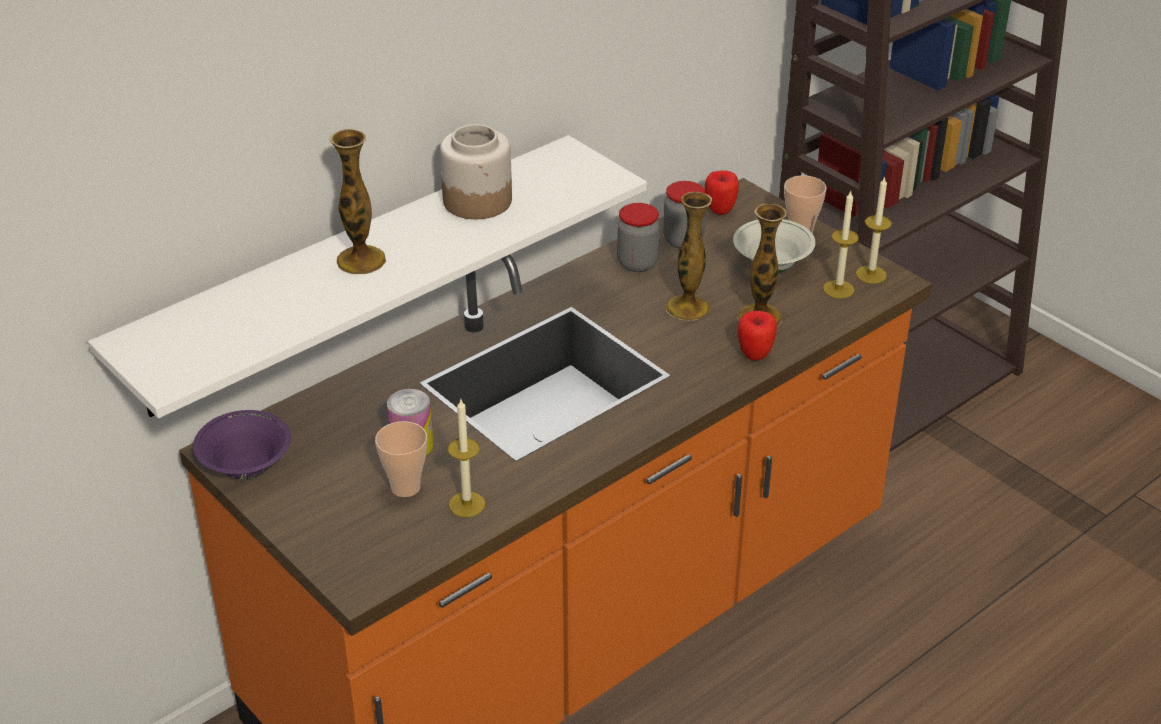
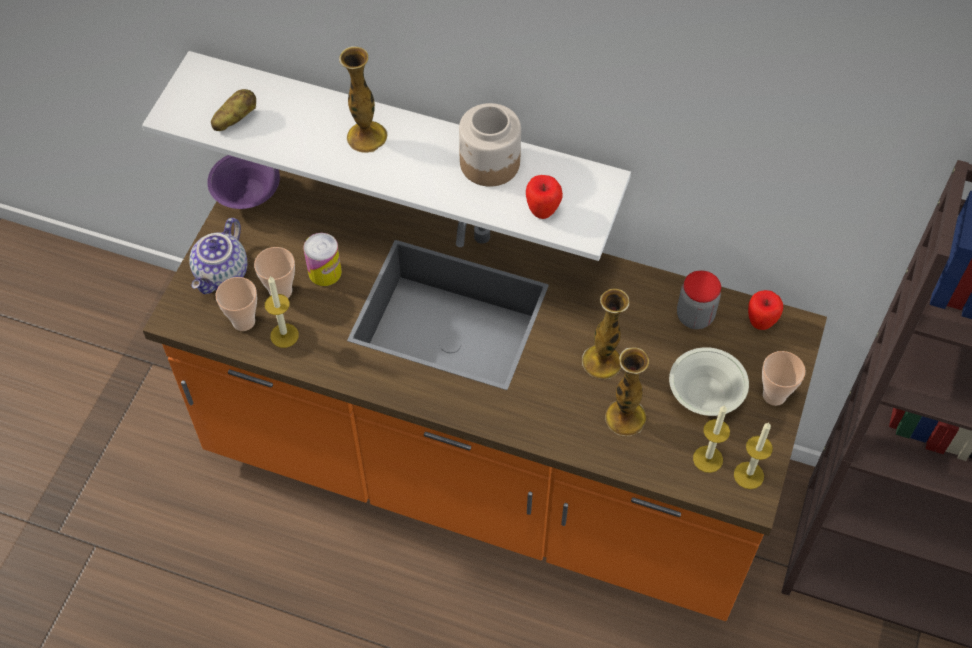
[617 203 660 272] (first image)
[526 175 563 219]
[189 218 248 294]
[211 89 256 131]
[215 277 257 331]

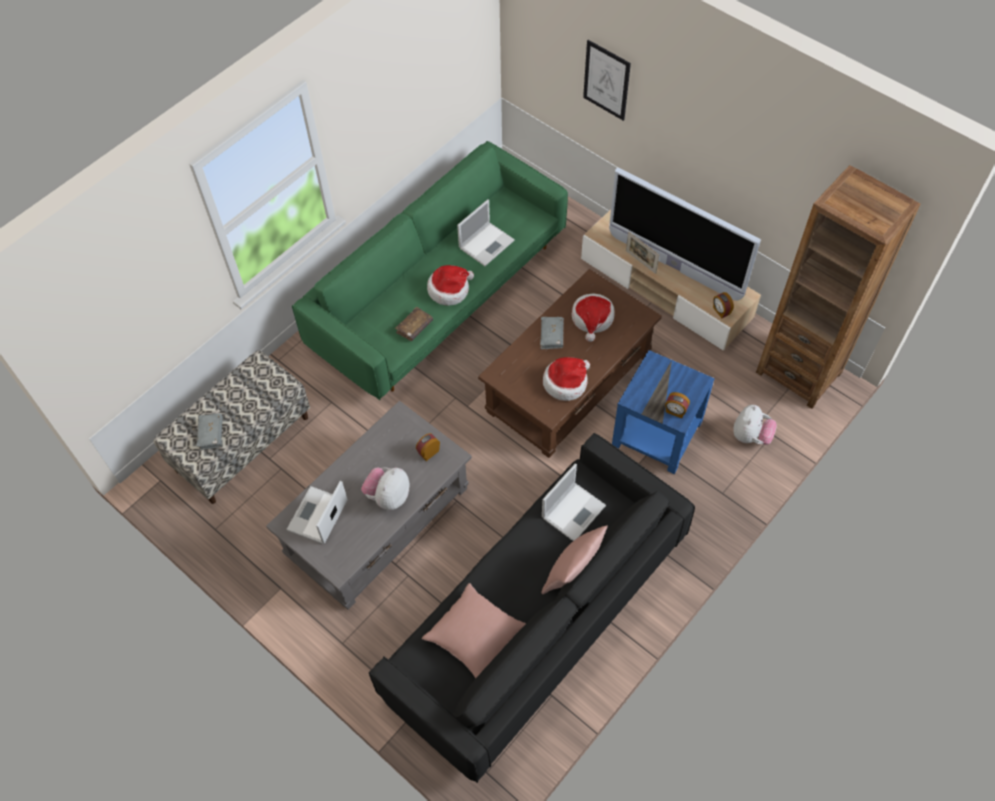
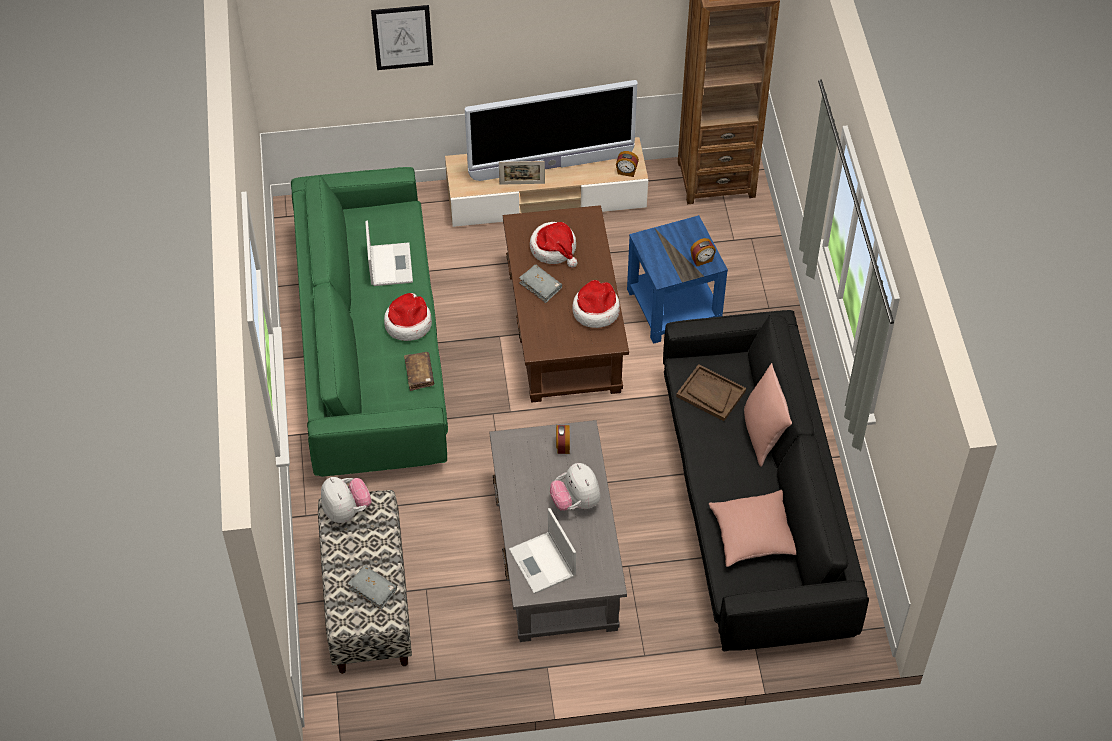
[676 364 746 421]
[321 477 372 523]

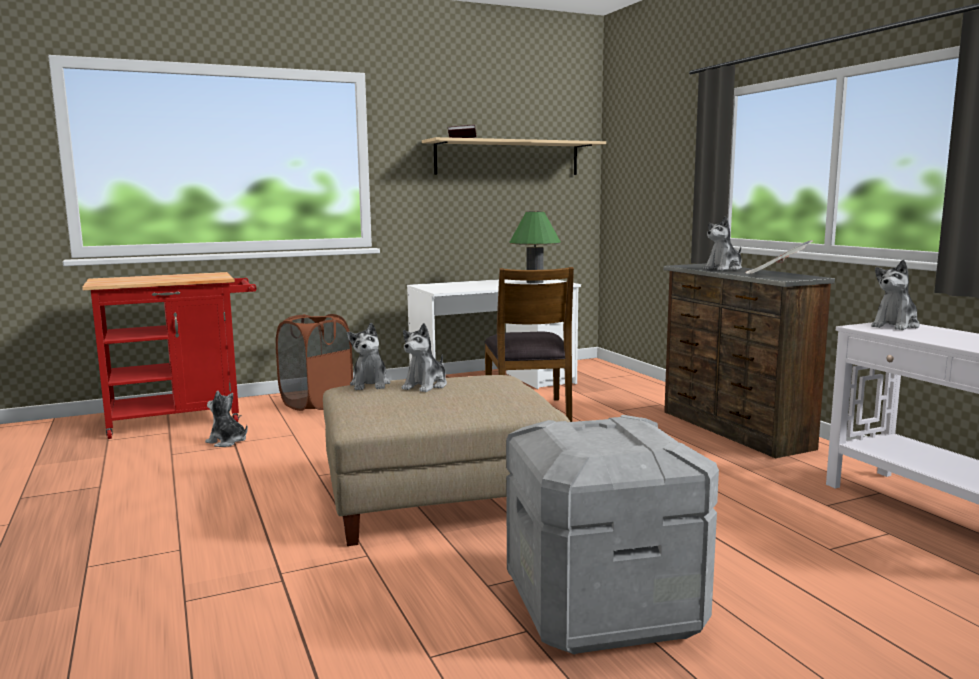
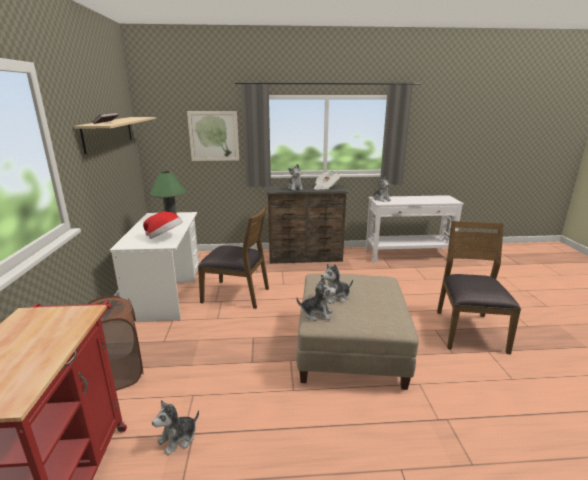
[321 264 353 304]
[437 221 521 354]
[143 212 183 239]
[187 111 239 161]

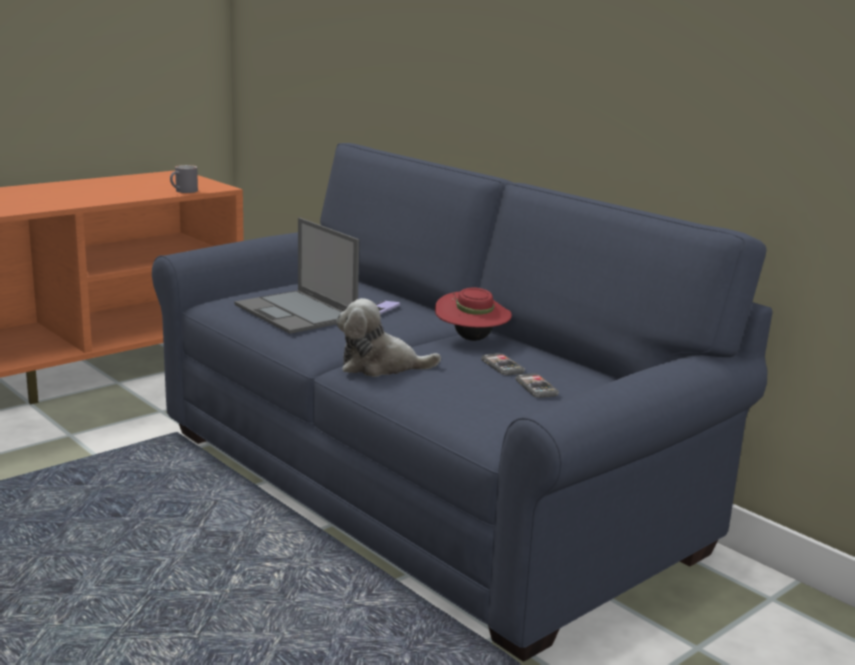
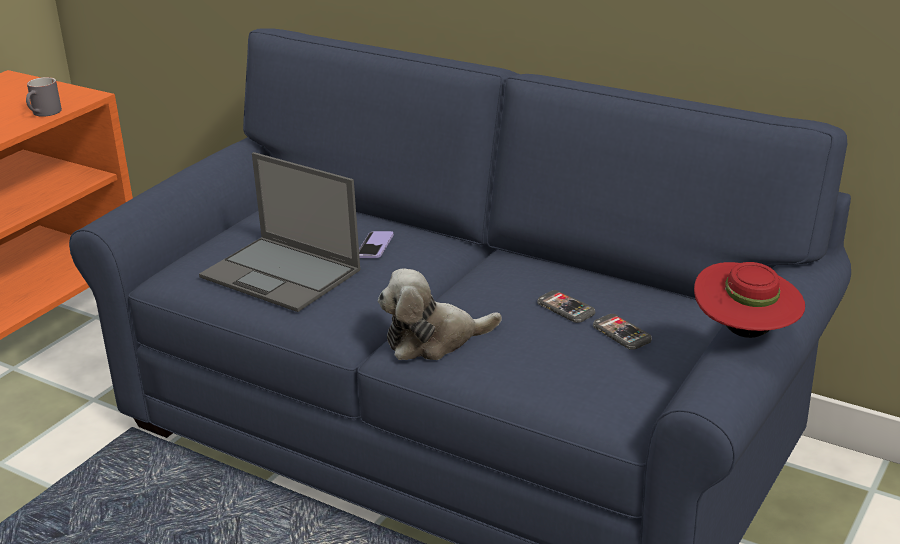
[694 262 805 338]

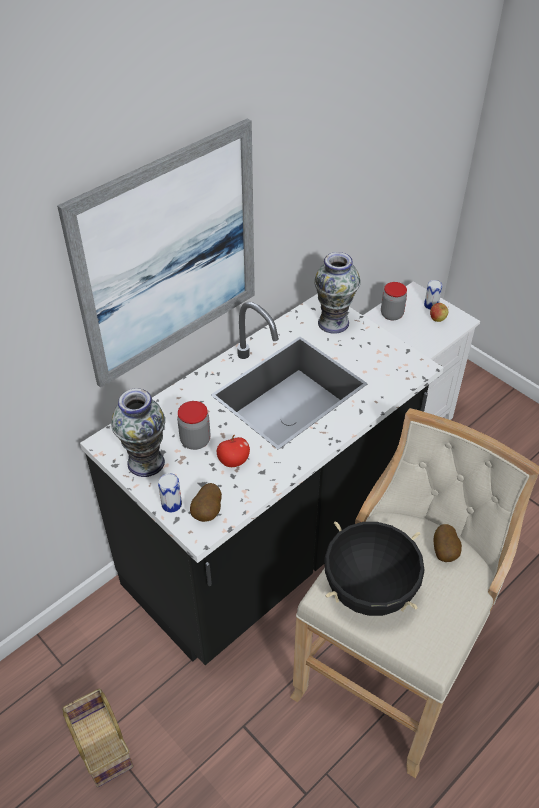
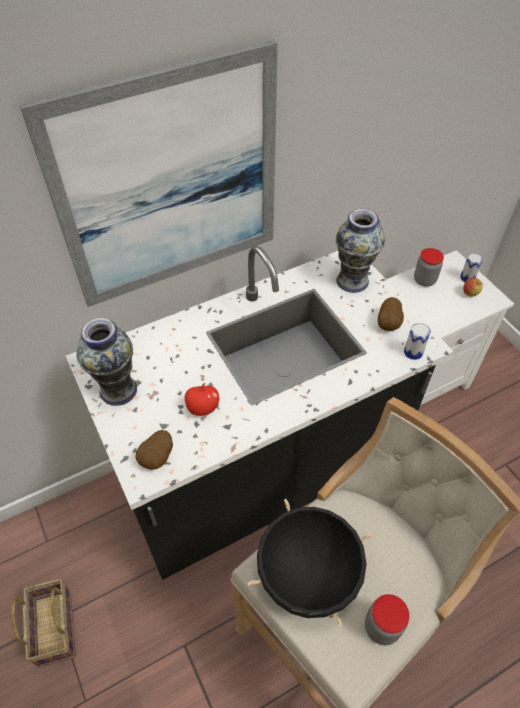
[404 323 431 360]
[365 594 409 645]
[378 297 404 331]

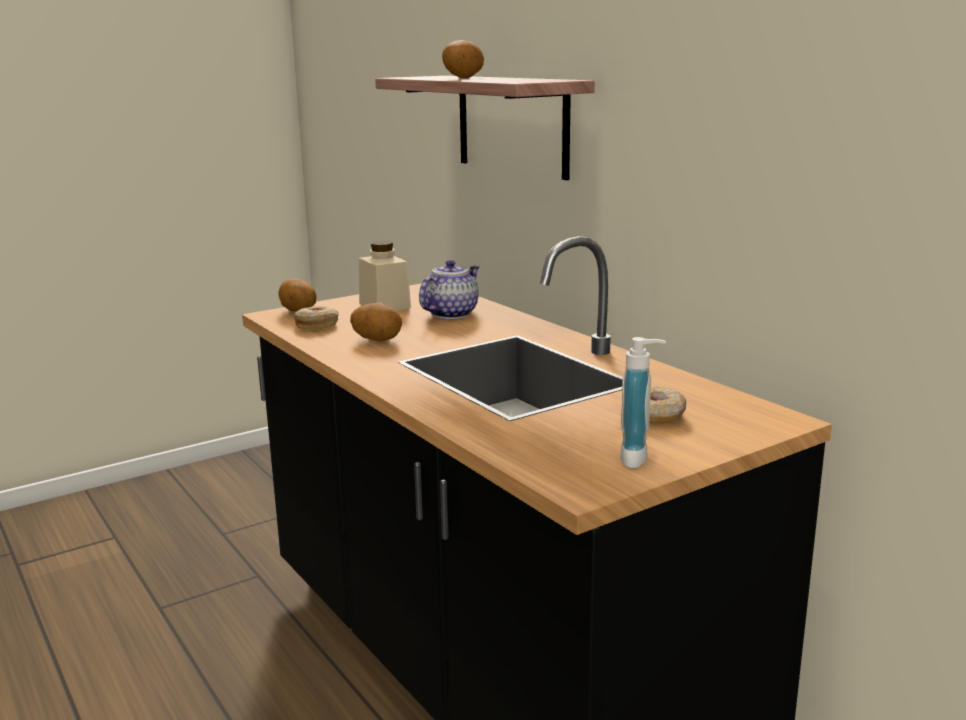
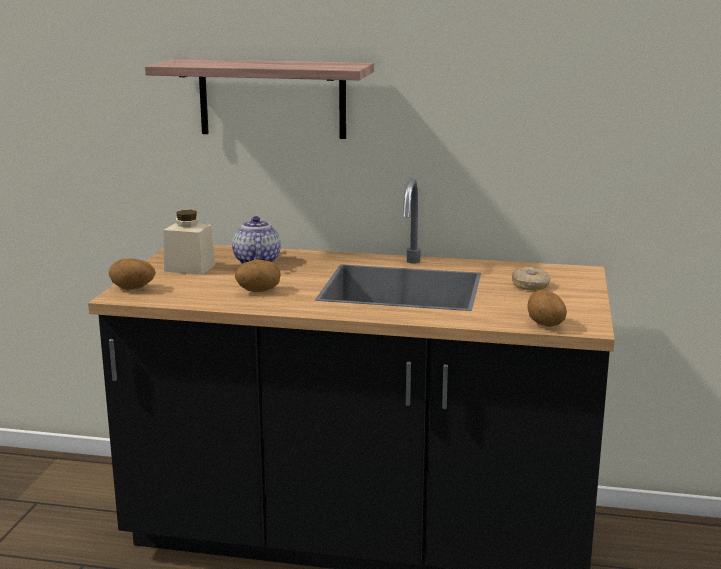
[294 306 339 330] (first image)
[527 290 567 327]
[620 337 666 468] (first image)

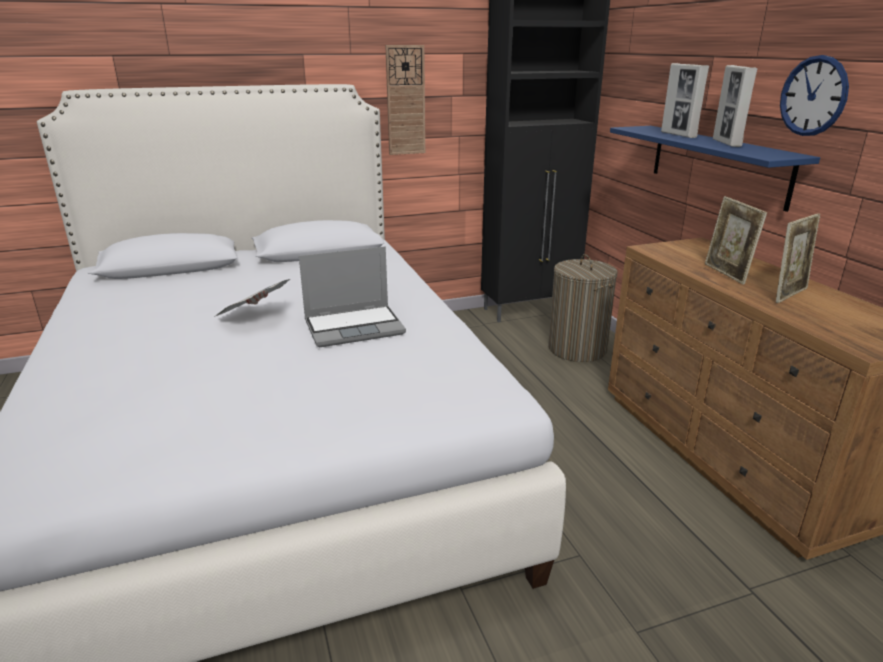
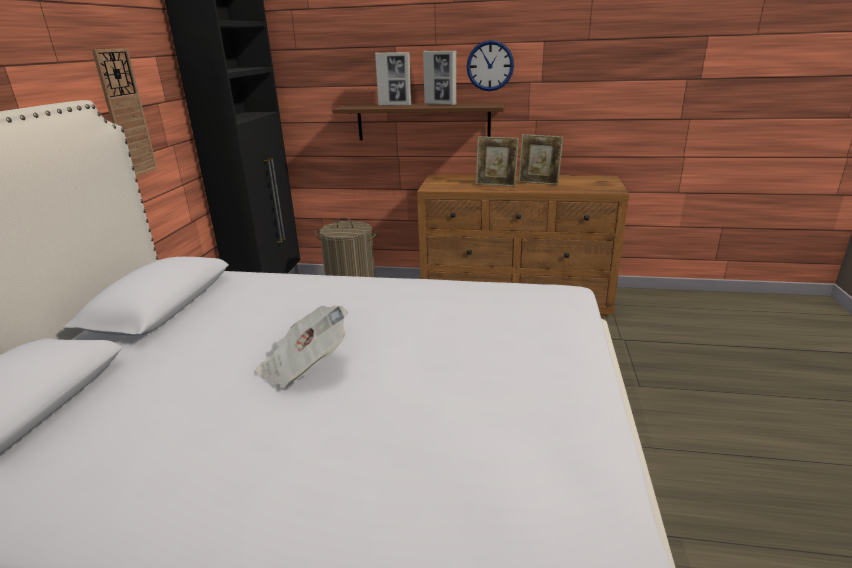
[299 246 406 347] (first image)
[332 102 505 141]
[518 134 563 185]

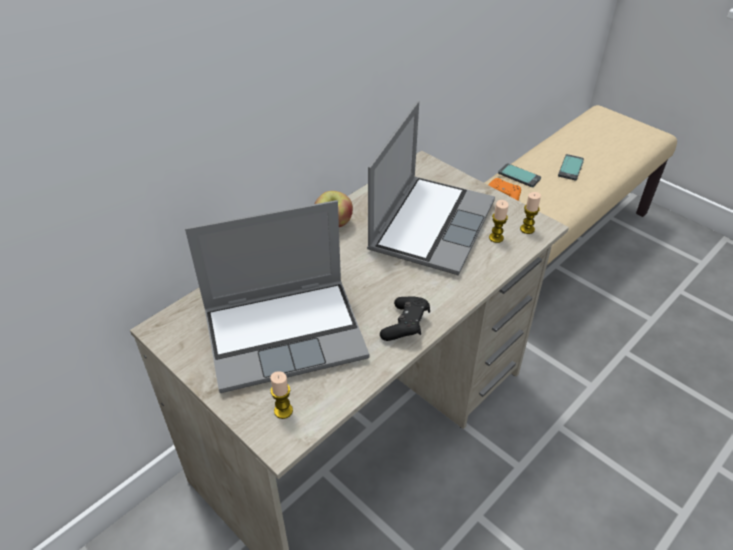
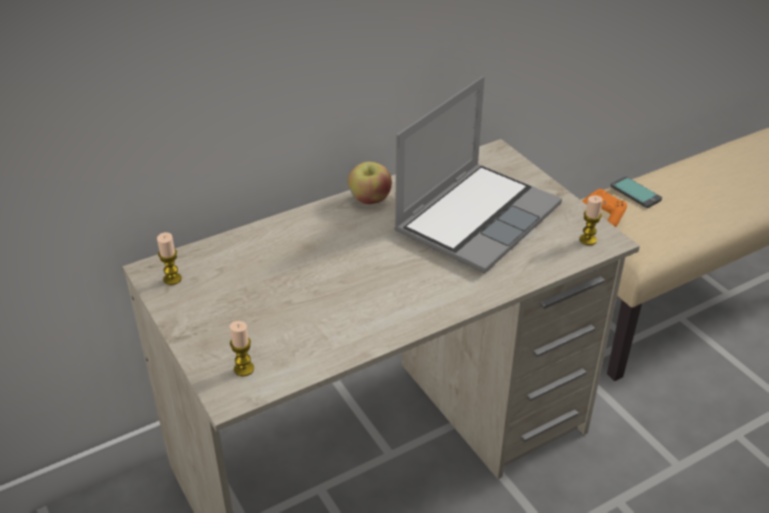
[185 200 369 393] (first image)
[380 297 430 341] (first image)
[157 232 182 285]
[558 154 584 180] (first image)

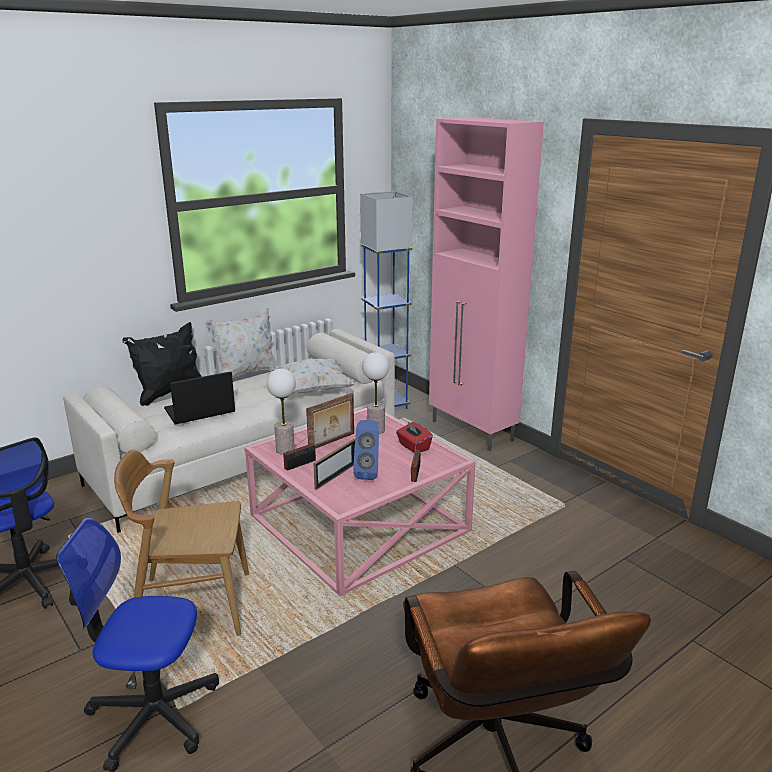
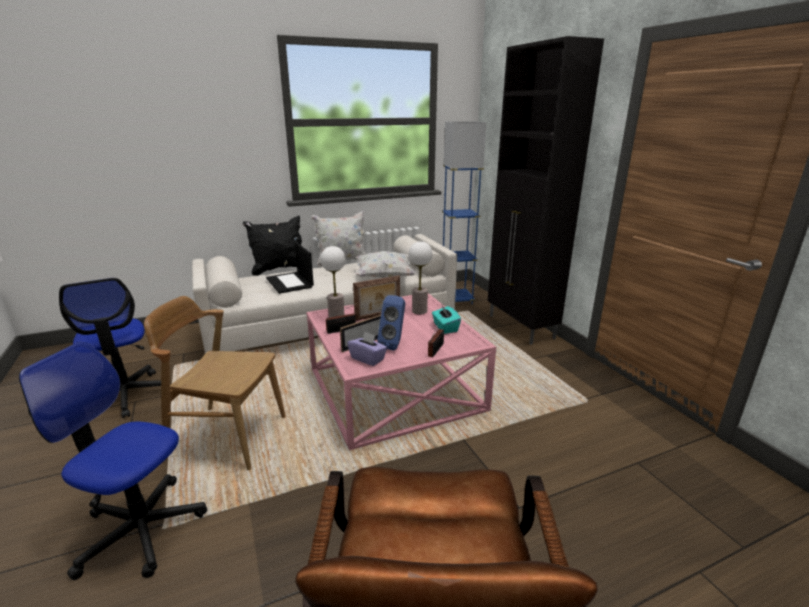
[266 242 314 294]
[432 304 461 334]
[488 36 604 345]
[347 331 387 366]

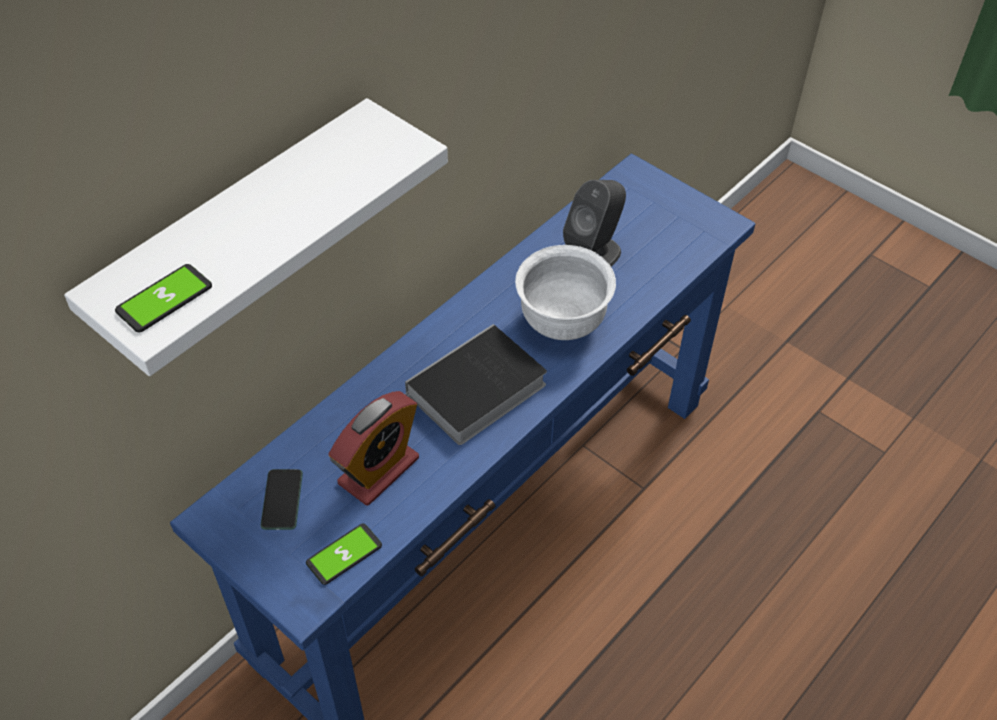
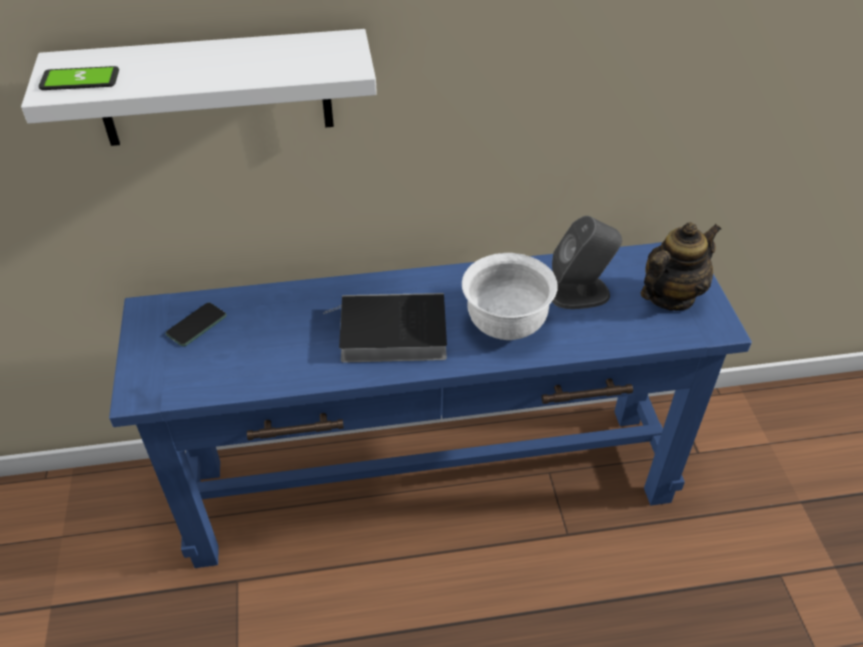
[306 524 382 585] (first image)
[329 391 419 506] (first image)
[641 222 721 311]

